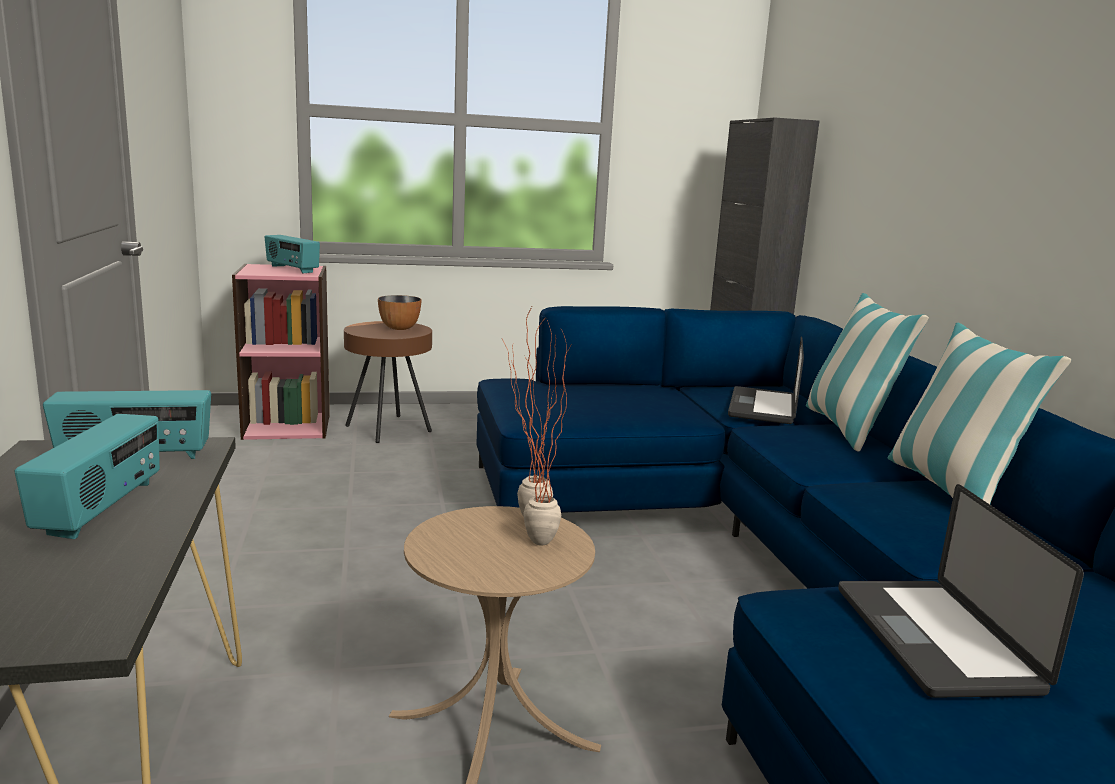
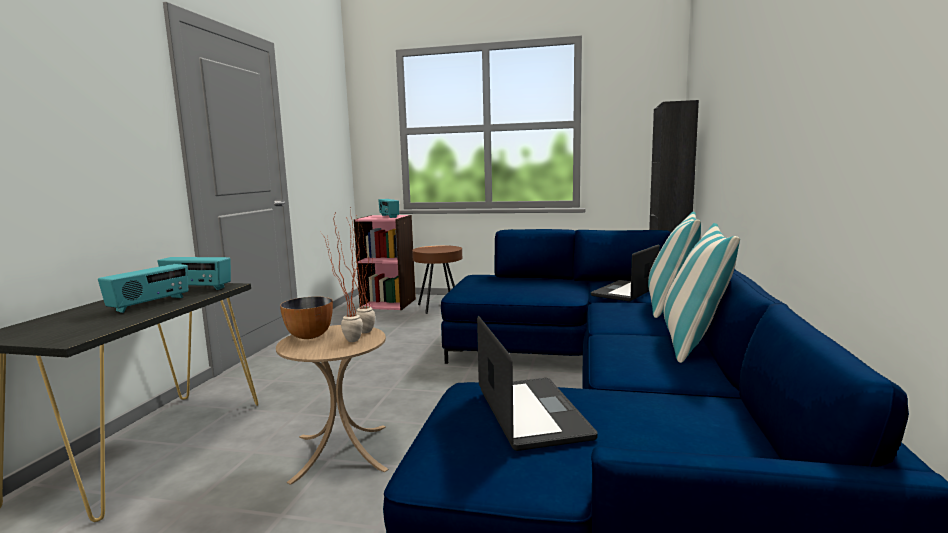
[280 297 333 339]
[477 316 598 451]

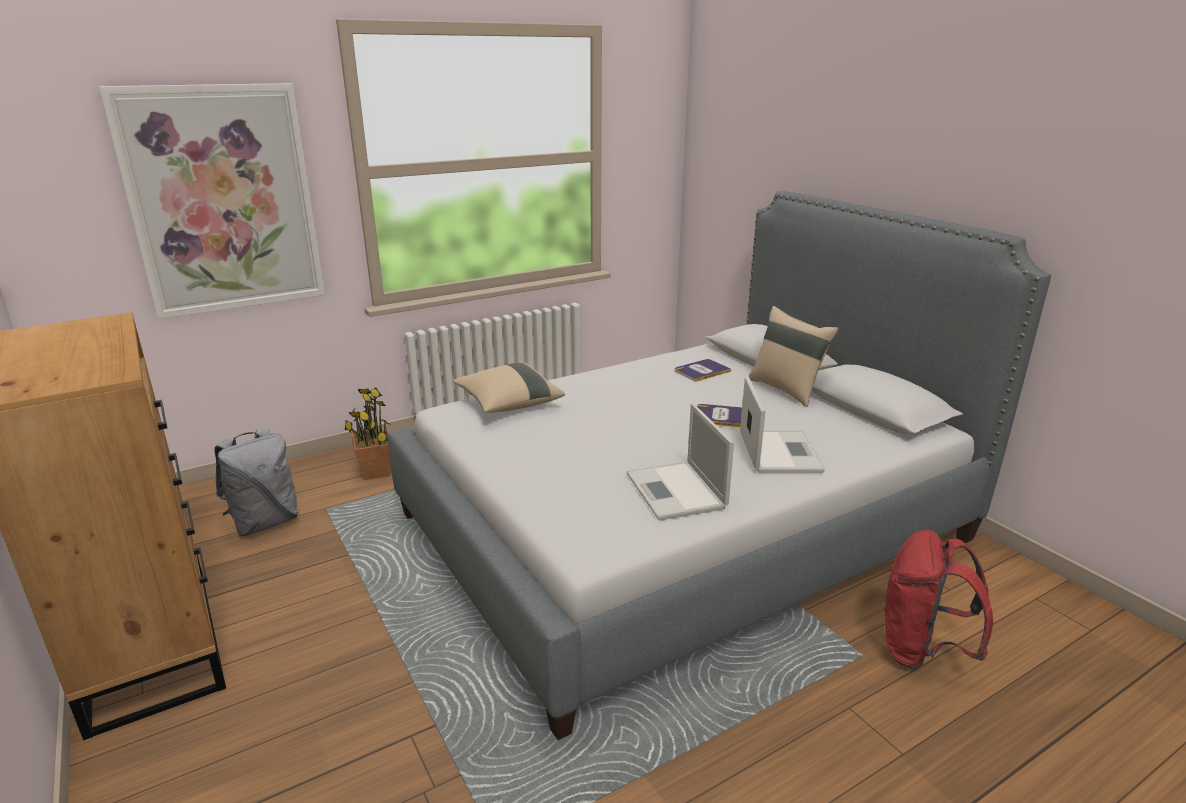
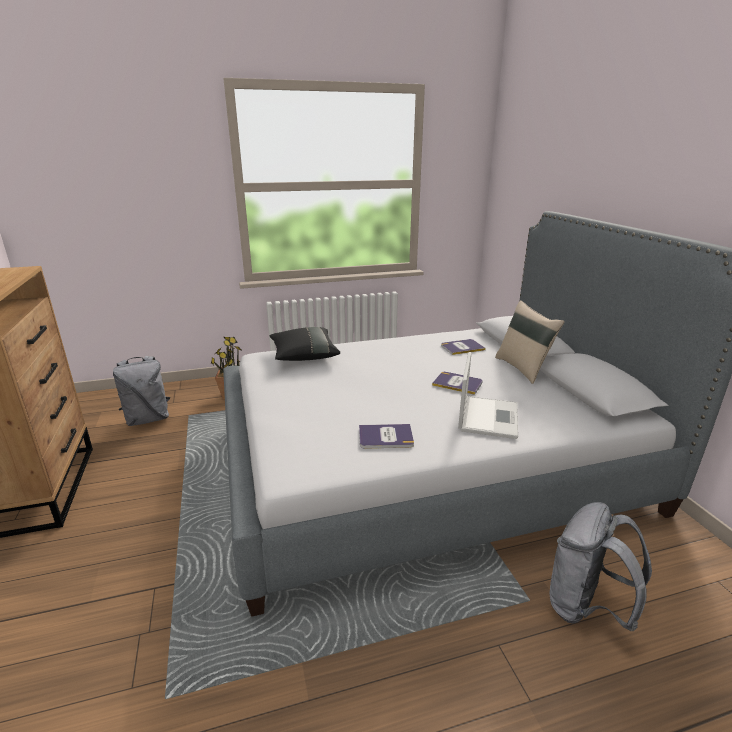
[99 83 325 319] (first image)
[270 327 340 361]
[359 424 414 449]
[550 502 652 631]

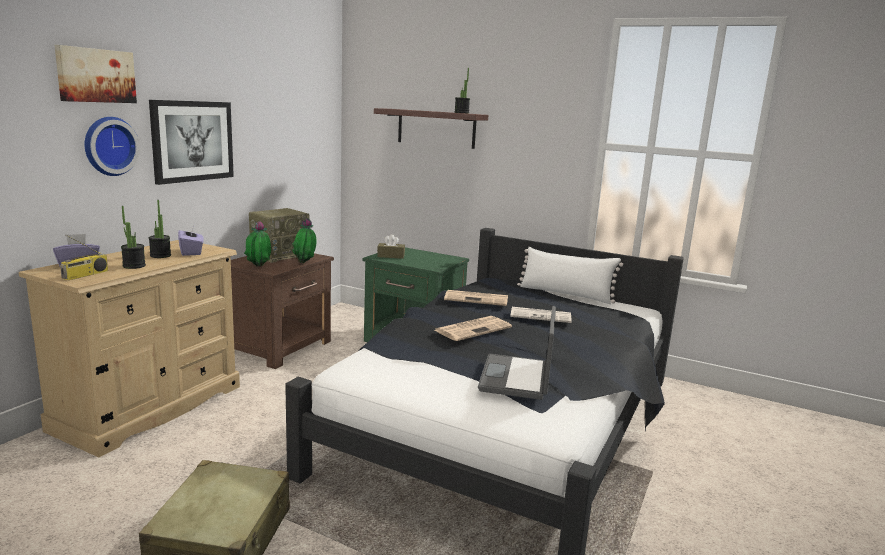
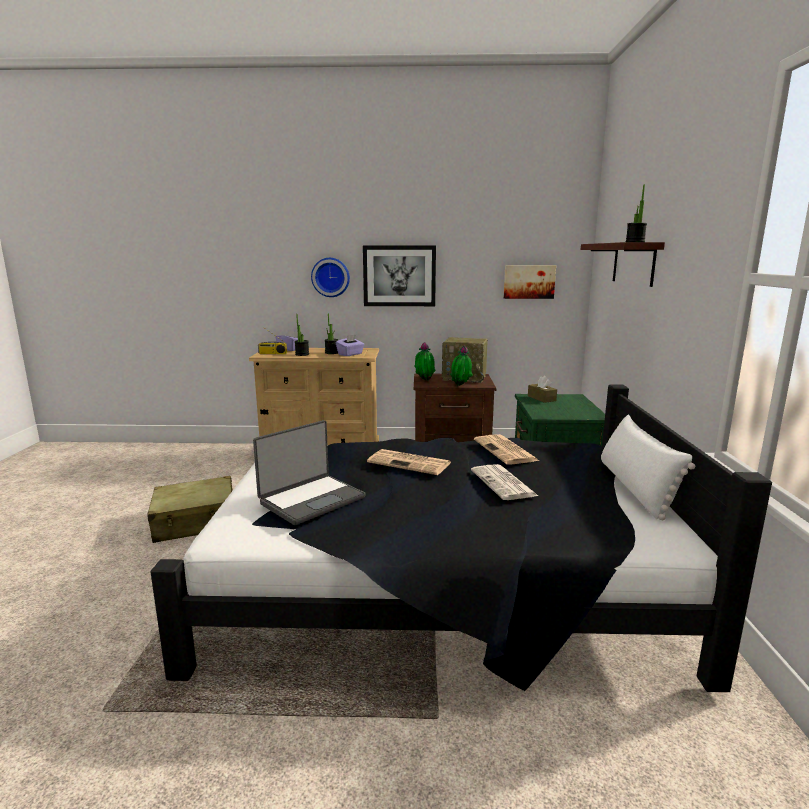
[504 265 556 299]
[253 420 366 525]

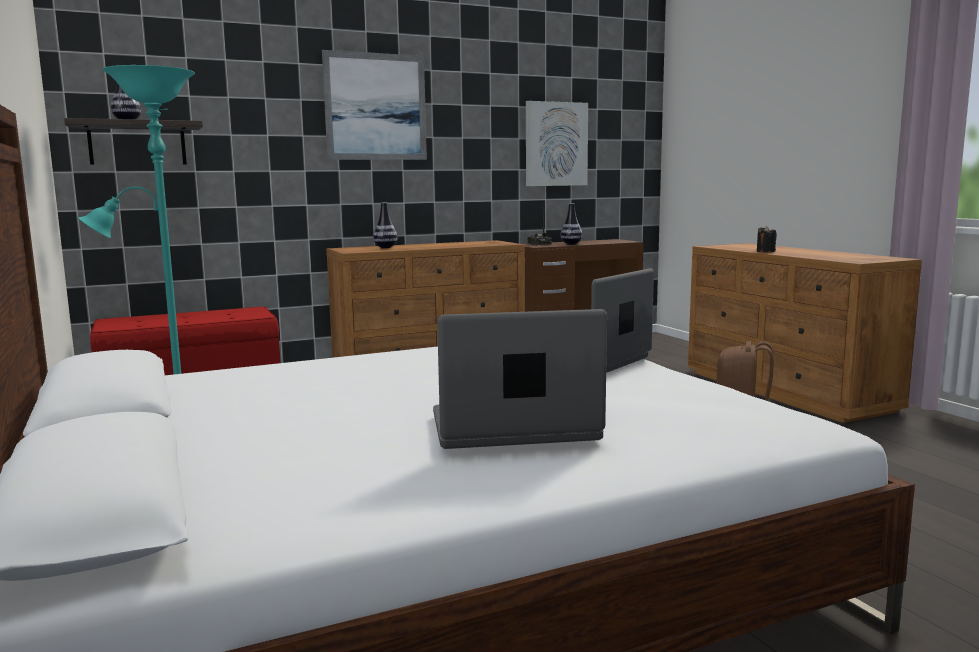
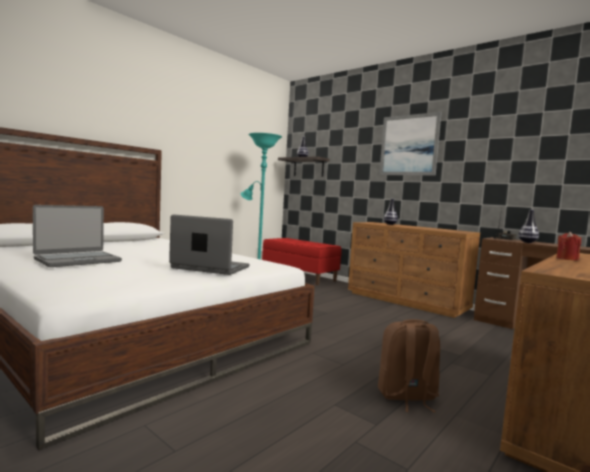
[33 205 122 267]
[526 101 588 186] (first image)
[556 231 581 260]

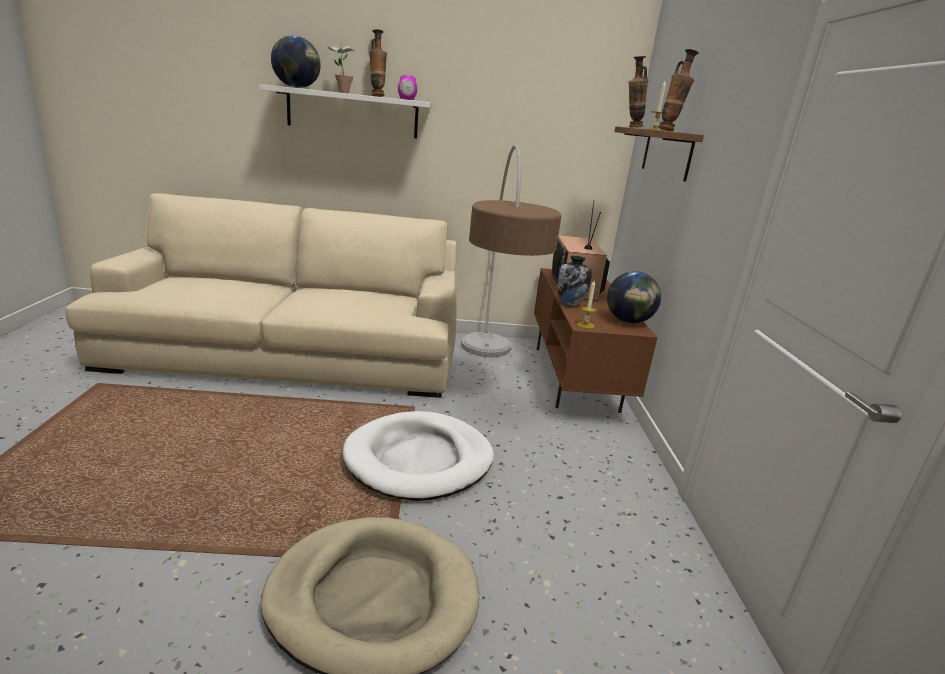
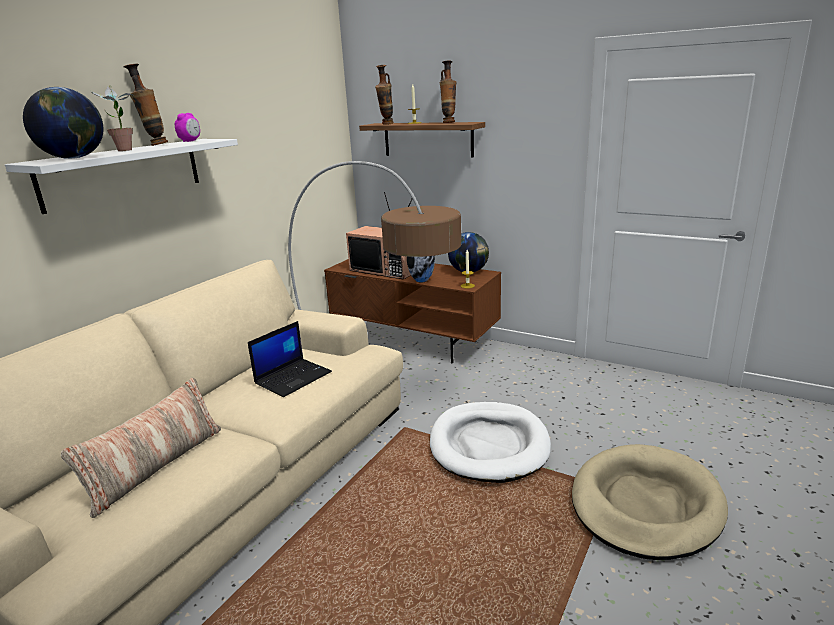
[61 378 221 518]
[248 321 332 397]

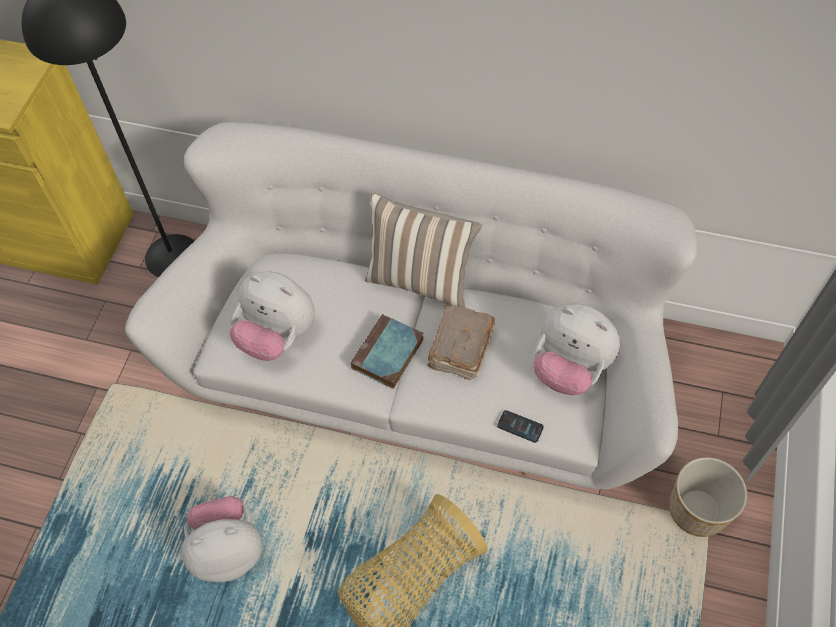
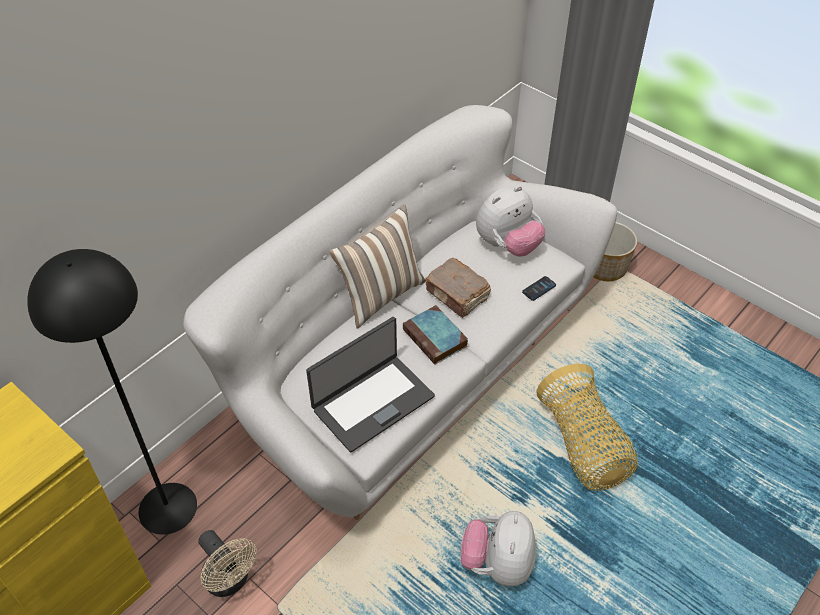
[306 317 435 452]
[198 530 257 597]

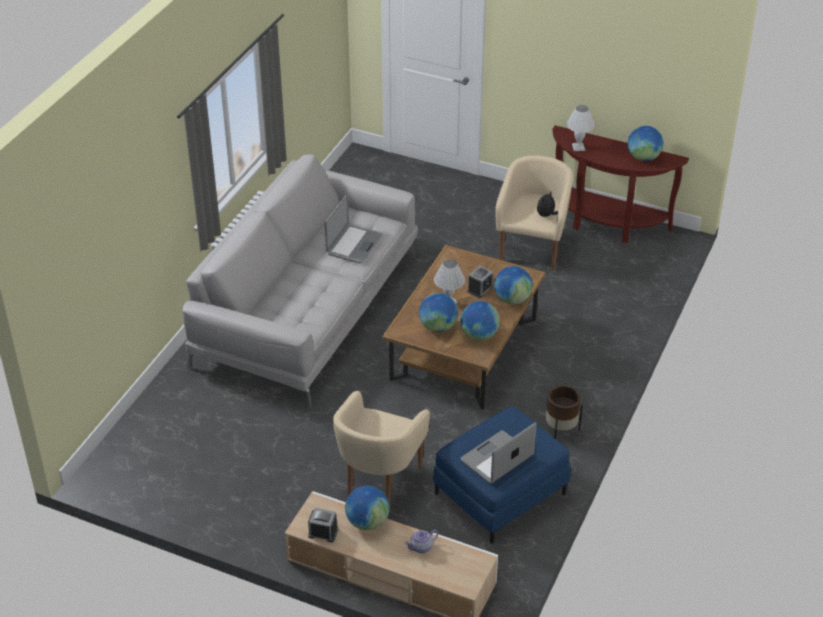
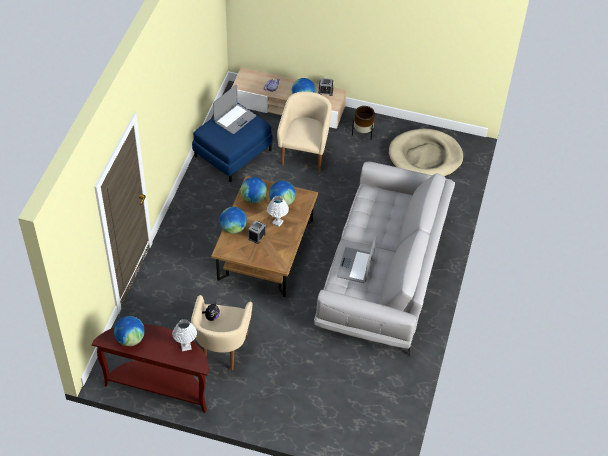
[352 106 375 140]
[389 129 463 177]

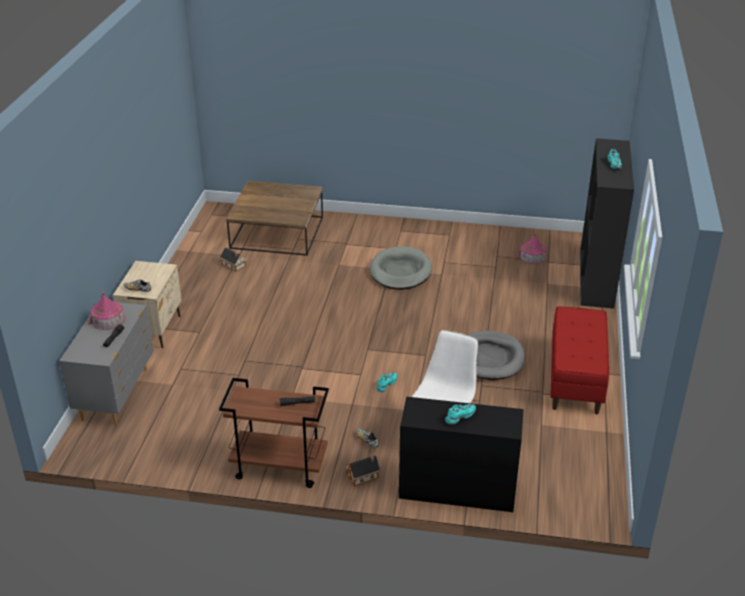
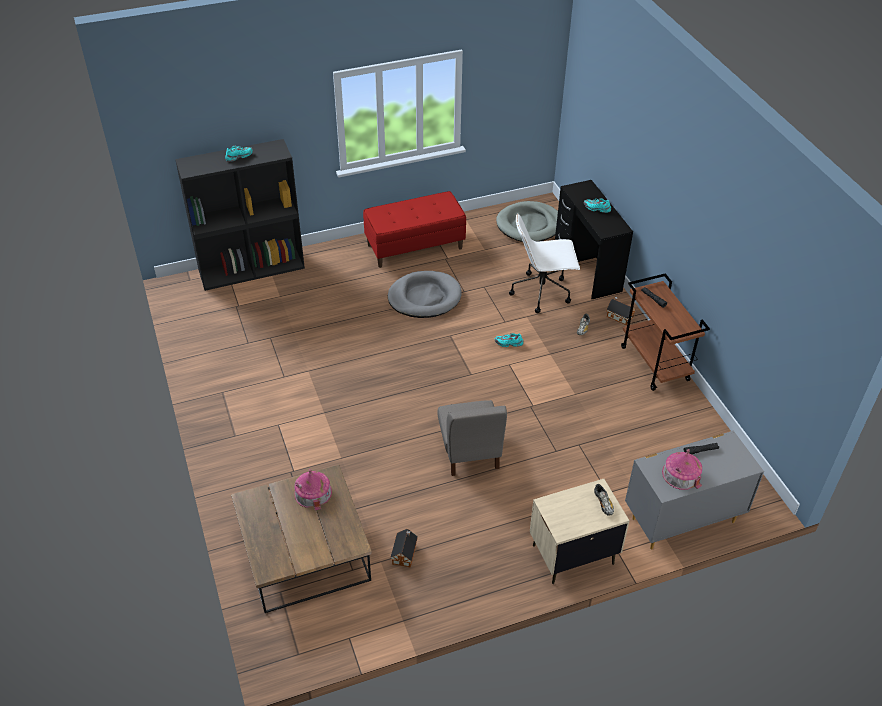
[496 201 558 242]
[294 469 332 510]
[437 400 507 476]

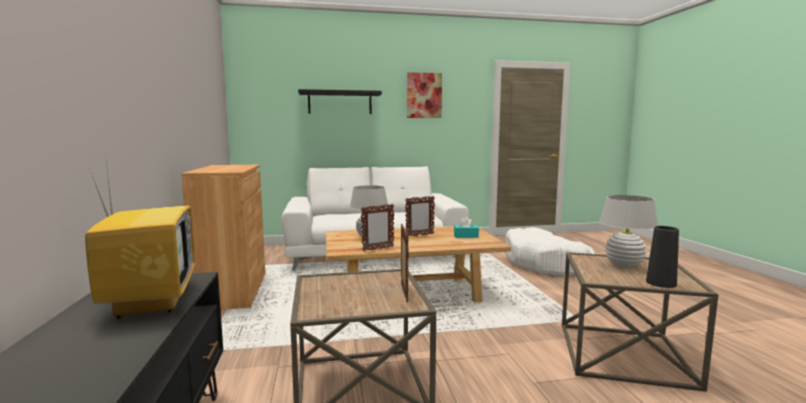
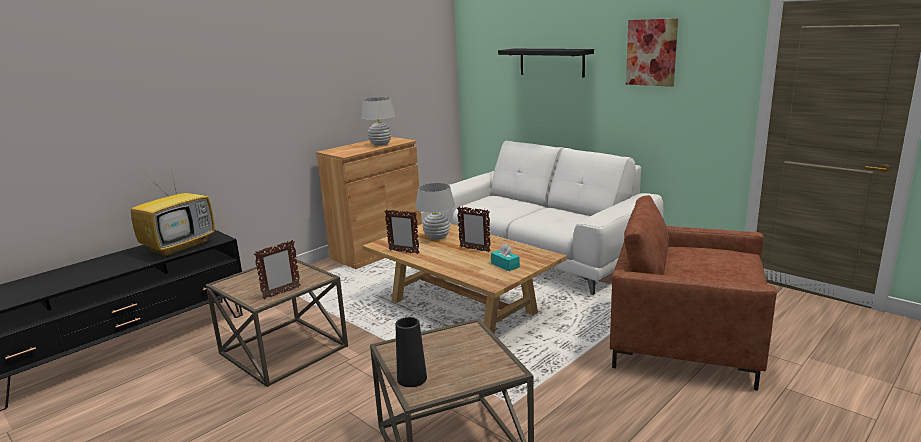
[610 195 777 391]
[361 97 395 146]

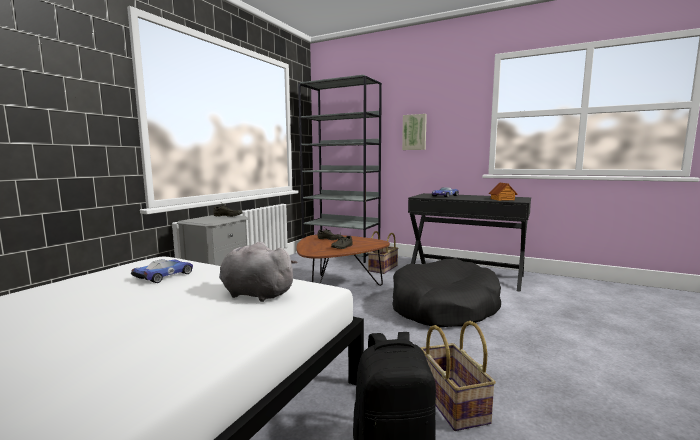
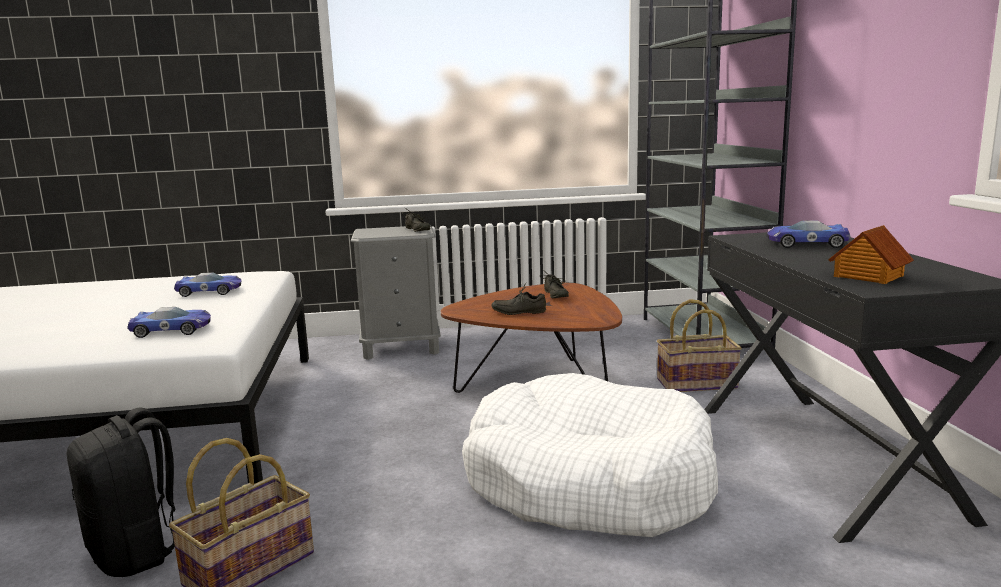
[127 307 211 338]
[462 373 718 537]
[402 114 427 150] (first image)

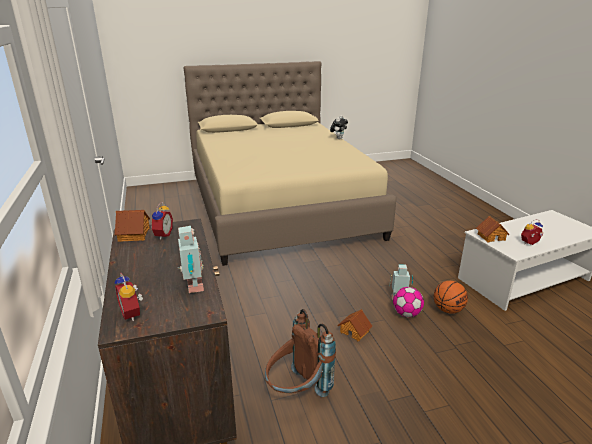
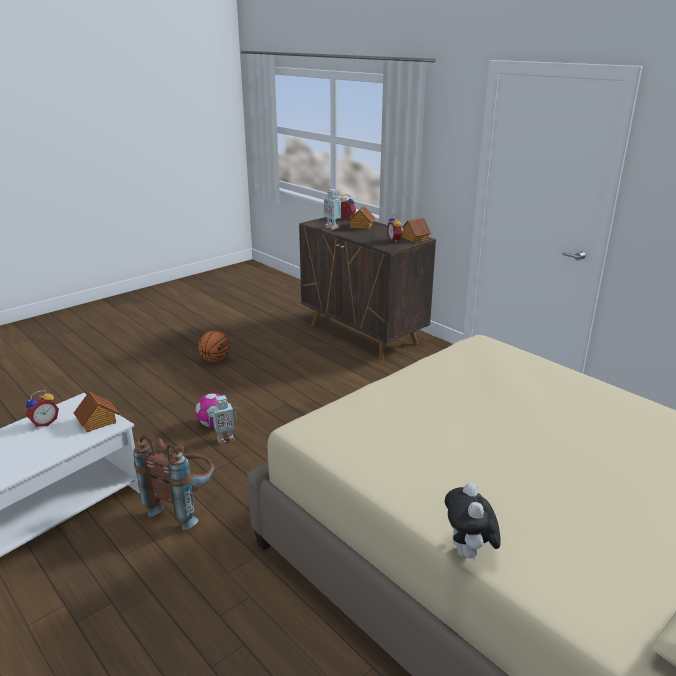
[133 435 214 530]
[348 206 375 229]
[198 331 230 362]

